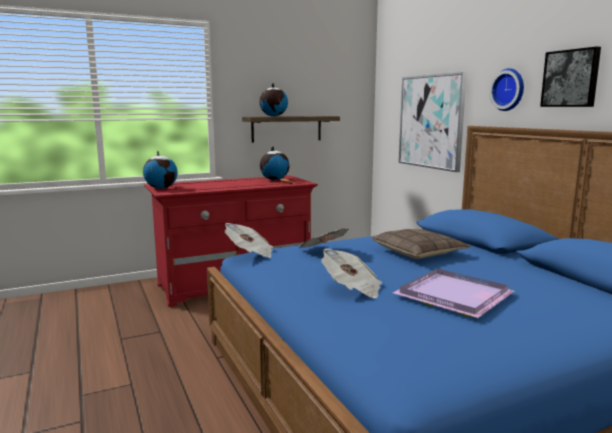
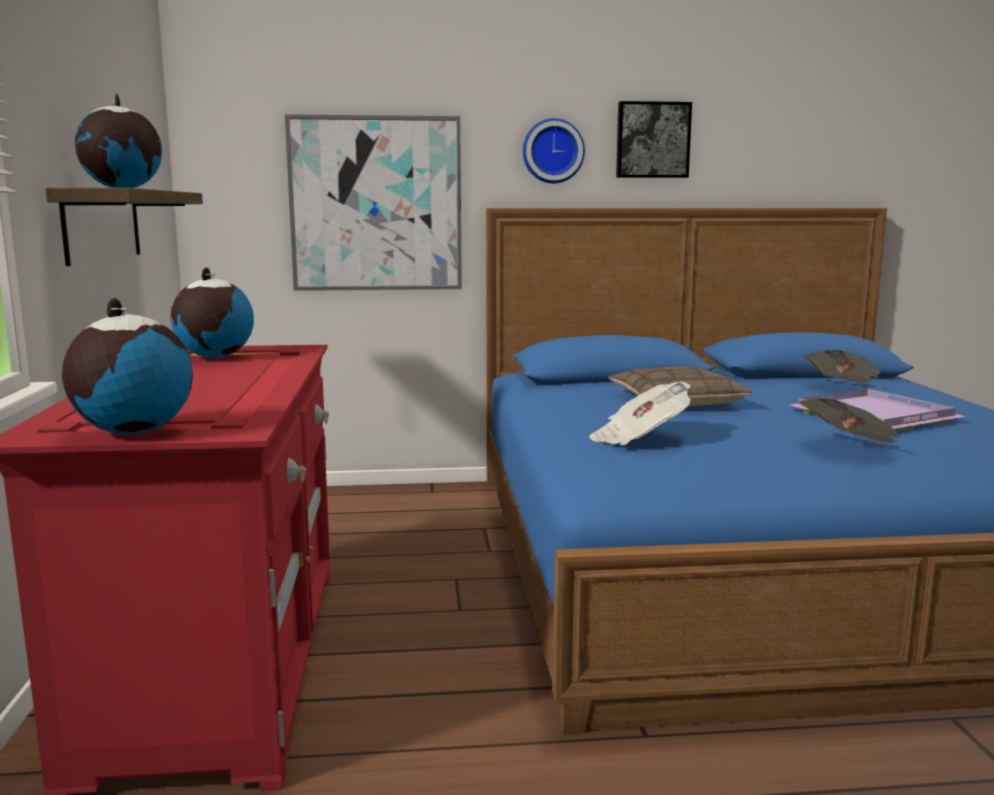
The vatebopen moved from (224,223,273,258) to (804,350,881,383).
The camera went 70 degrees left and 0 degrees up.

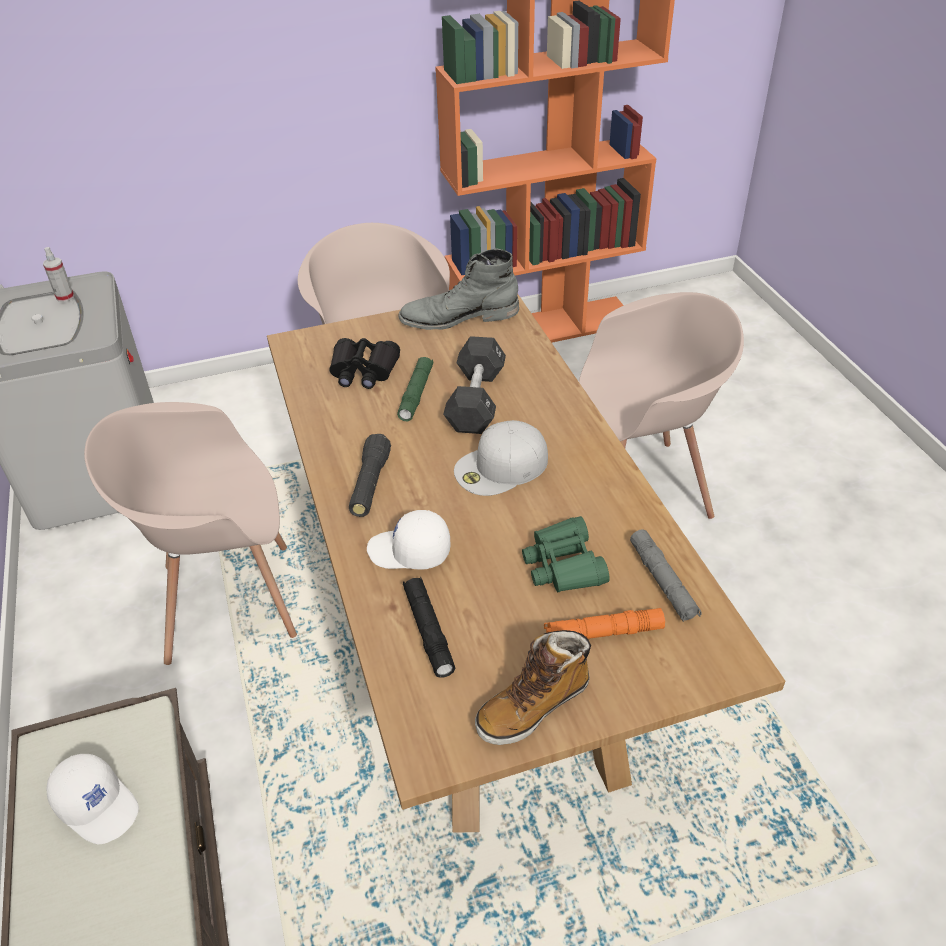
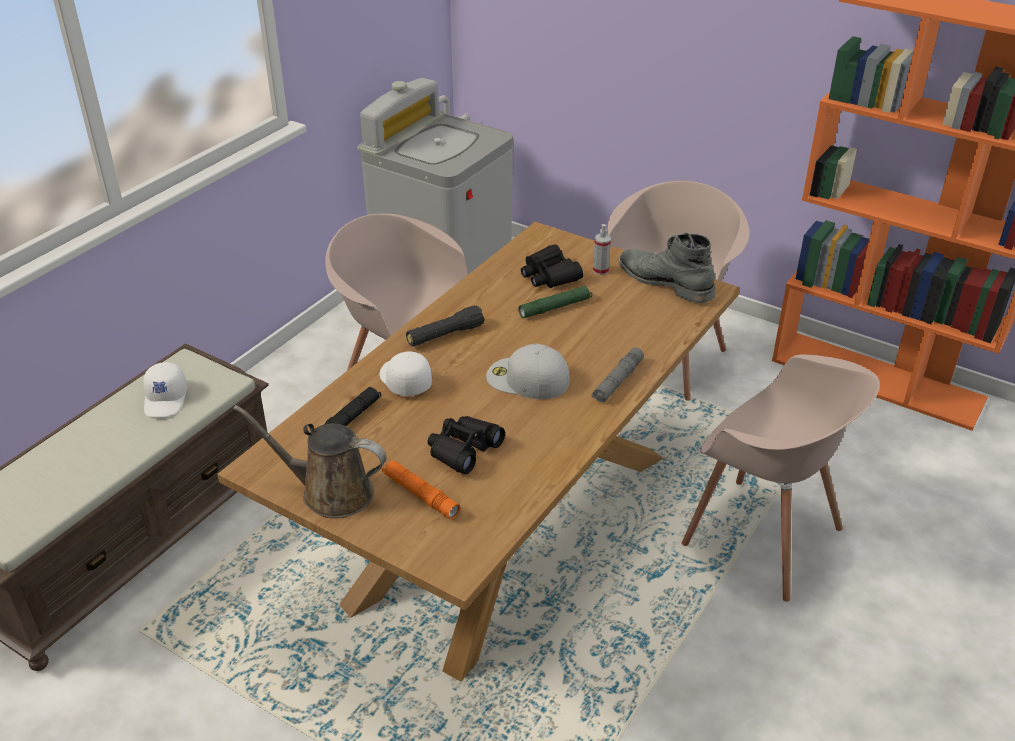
The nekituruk at (475,630,591,745) was replaced by the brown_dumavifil at (233,405,387,518).
The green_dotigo at (522,516,610,592) became the black_dotigo at (428,416,505,474).
The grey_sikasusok moved from (630,529,701,622) to (592,347,644,402).
The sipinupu moved from (43,247,74,302) to (593,224,611,275).
The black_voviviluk at (443,336,506,434) disappeared.
The camera went 50 degrees right and 5 degrees down.

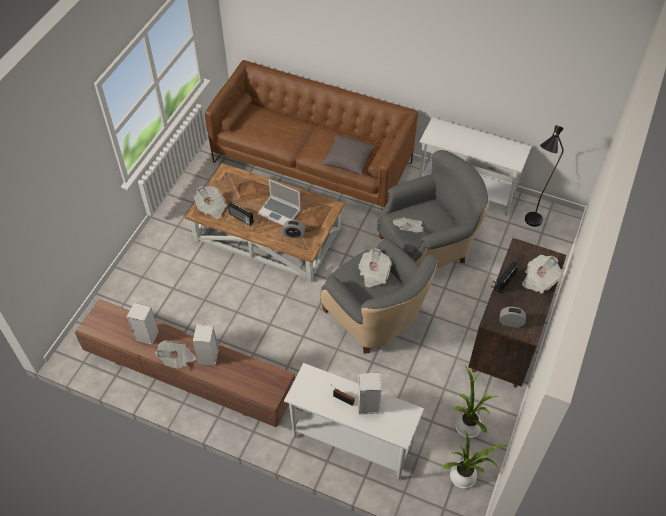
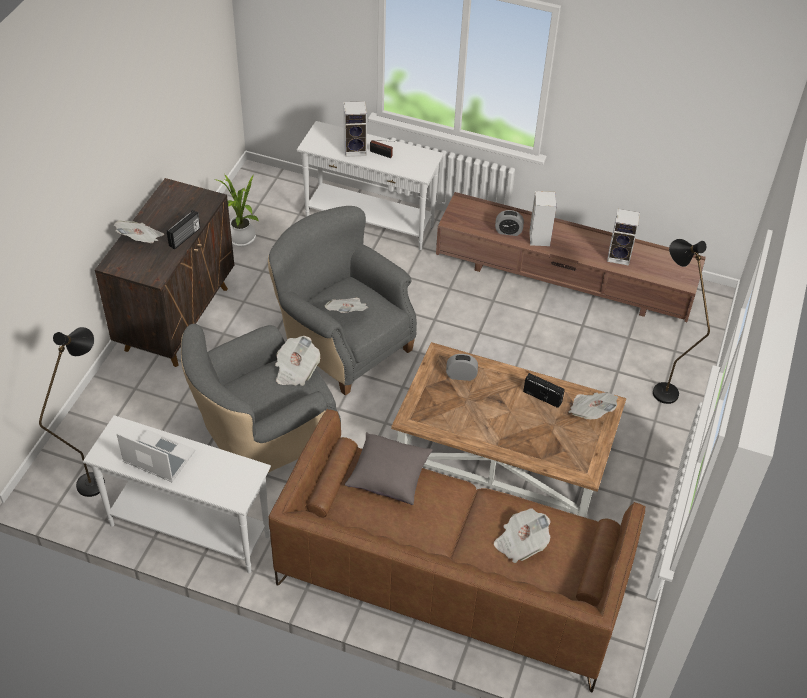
The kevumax moved from (257,179,301,226) to (117,429,196,482).
The vatebopen moved from (155,340,196,369) to (494,508,551,563).
The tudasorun moved from (500,307,526,328) to (495,210,524,236).
The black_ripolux at (653,239,710,404) appeared.
The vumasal at (442,431,507,489) disappeared.
The camera went 175 degrees right and 5 degrees down.

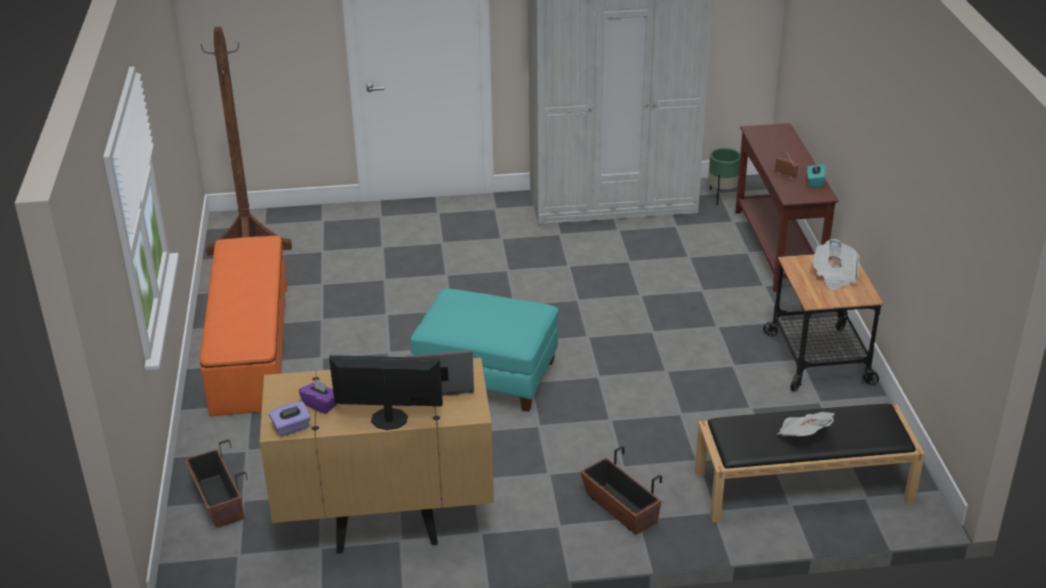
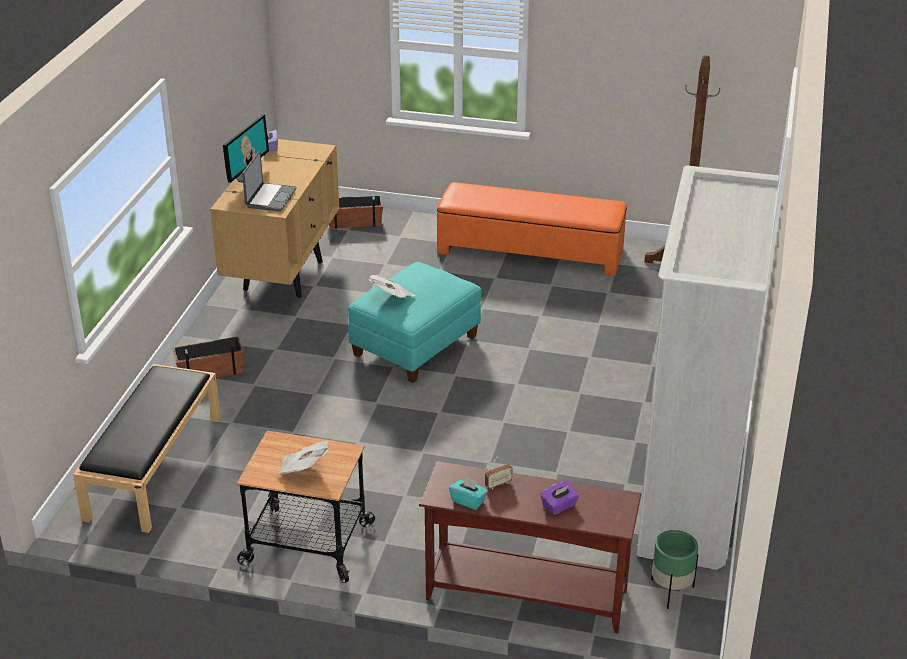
The vatebopen moved from (777,412,835,436) to (369,275,415,298).
The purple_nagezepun moved from (299,378,337,414) to (540,481,579,515).
The camera went 110 degrees right and 0 degrees up.

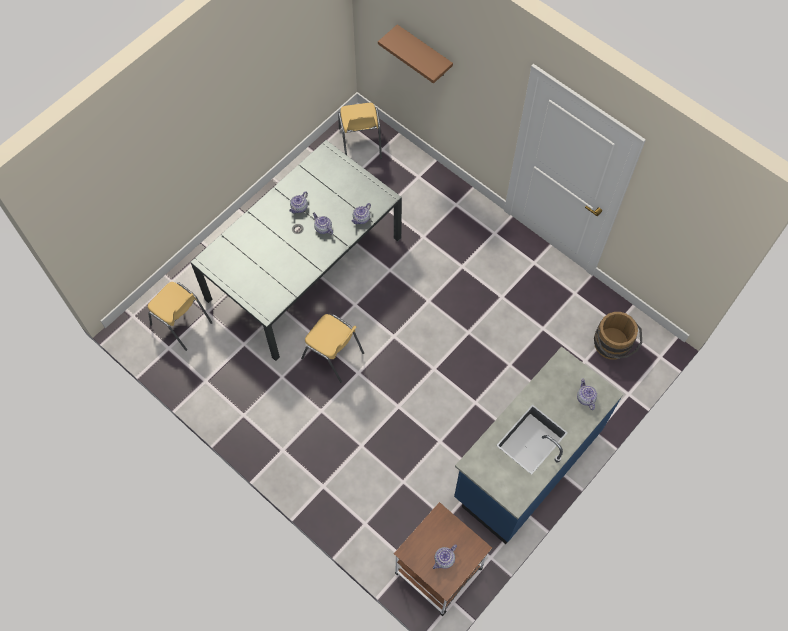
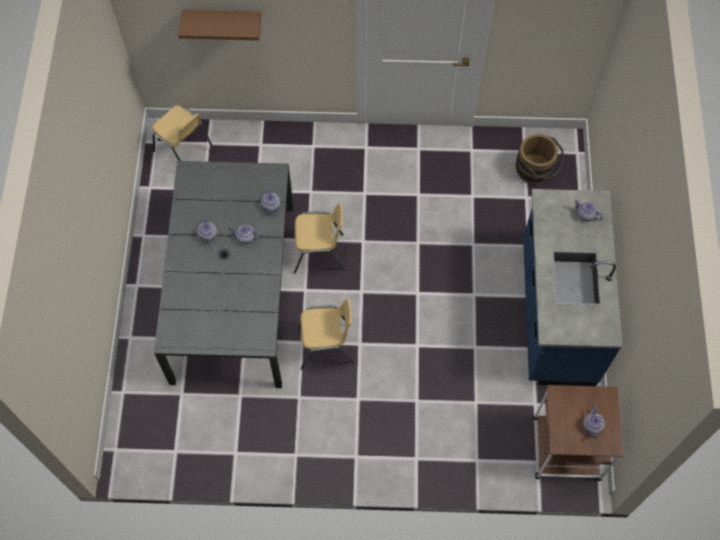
The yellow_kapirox moved from (148,282,213,351) to (293,203,345,274).
The camera went 40 degrees left and 0 degrees up.

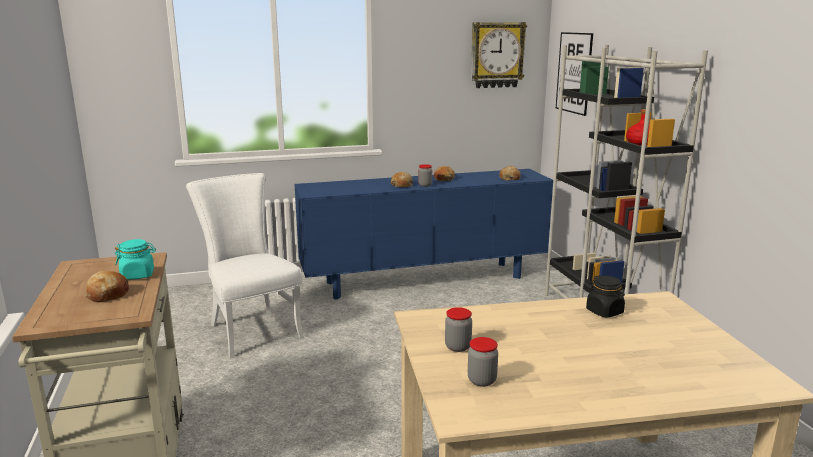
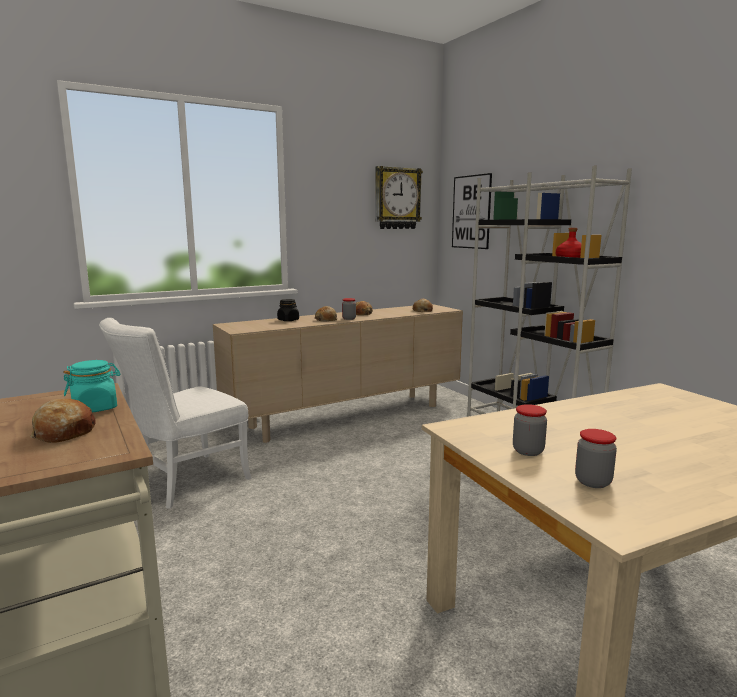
The white_kapirox at (186,173,304,358) turned 90 degrees counterclockwise.
The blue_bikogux at (295,169,553,299) became the beige_bikogux at (213,304,463,443).
The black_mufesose moved from (586,275,625,318) to (277,299,299,321).
The camera went 15 degrees left and 5 degrees down.

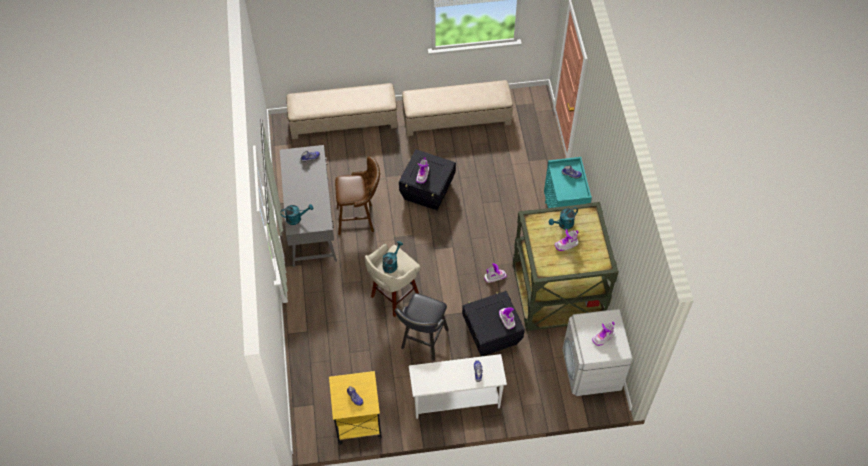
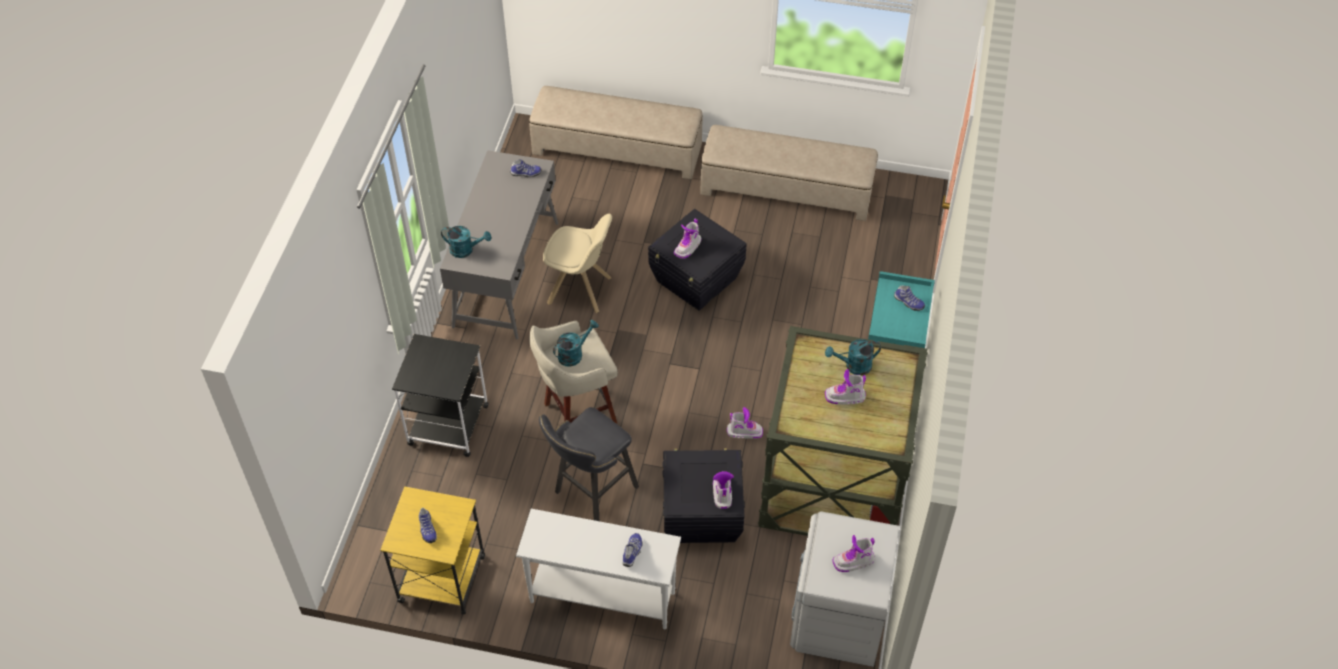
The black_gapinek at (392,334,488,457) appeared.
The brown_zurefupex at (335,156,380,235) was replaced by the beige_kapirox at (543,214,612,313).
The camera went 20 degrees right and 5 degrees down.

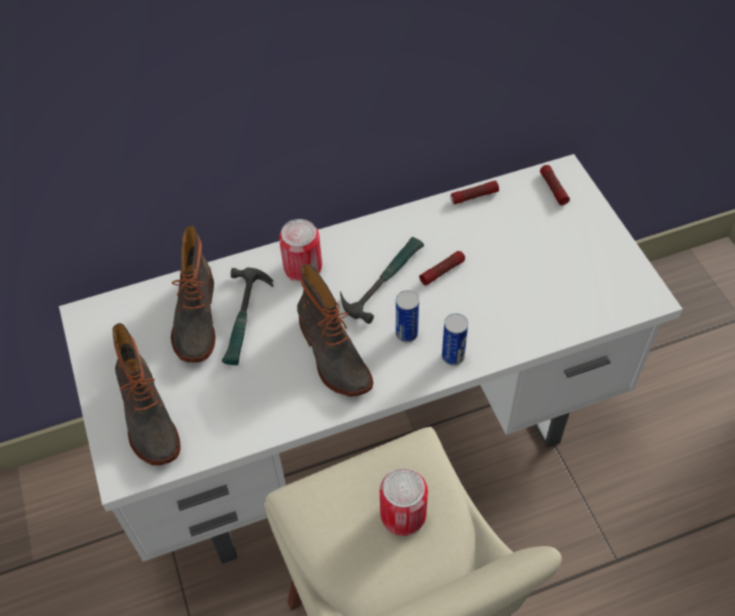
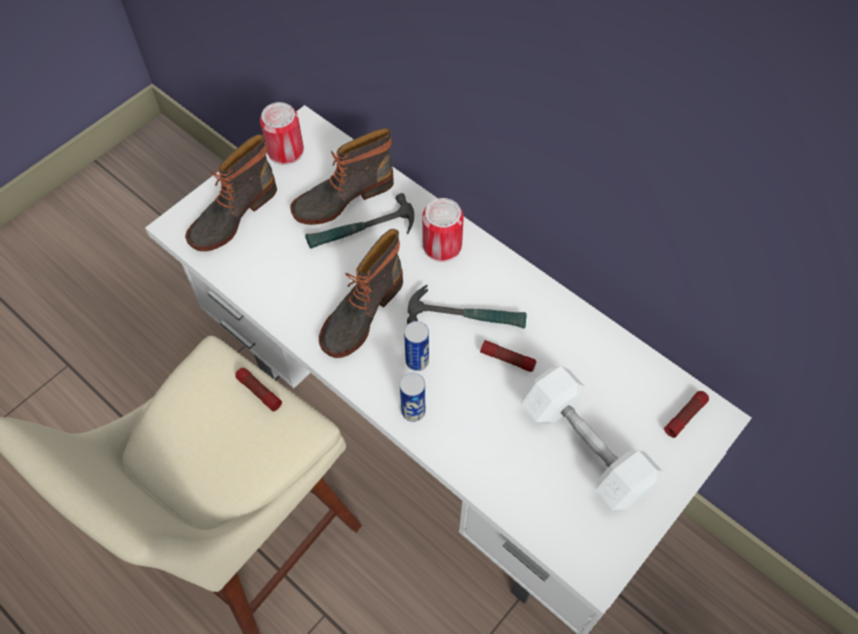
The sikasusok moved from (450,180,499,204) to (235,368,282,411).
The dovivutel moved from (380,468,428,536) to (260,102,304,165).
The white_voviviluk at (521,366,662,510) appeared.
The camera went 60 degrees right and 5 degrees up.

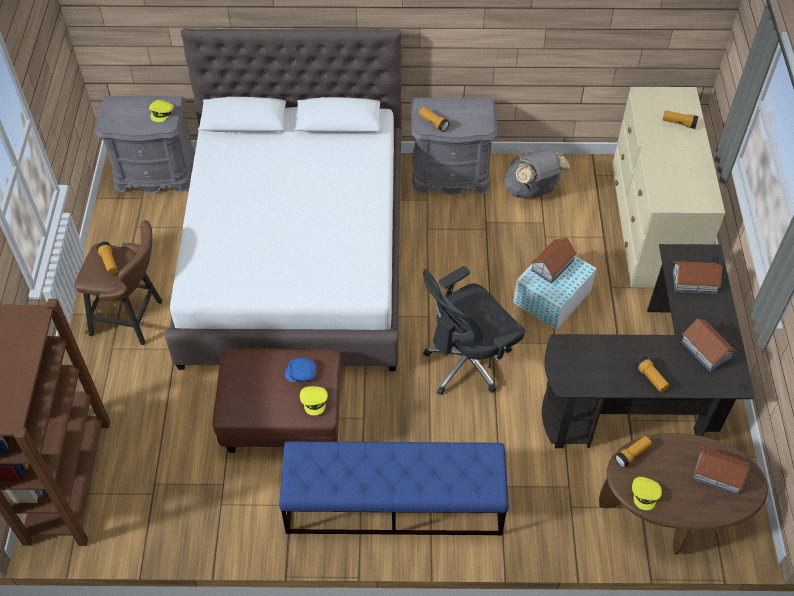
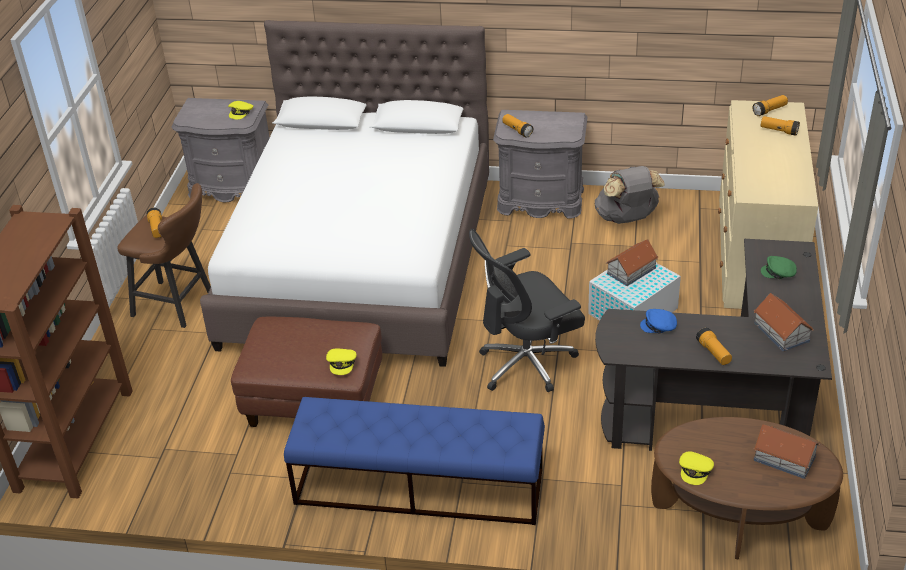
The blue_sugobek moved from (285,358,316,383) to (640,309,677,334).
The sikasusok moved from (614,436,652,468) to (753,95,788,116).
The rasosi at (673,261,723,294) was replaced by the green_sugobek at (761,256,797,279).
The camera went 10 degrees right and 15 degrees down.

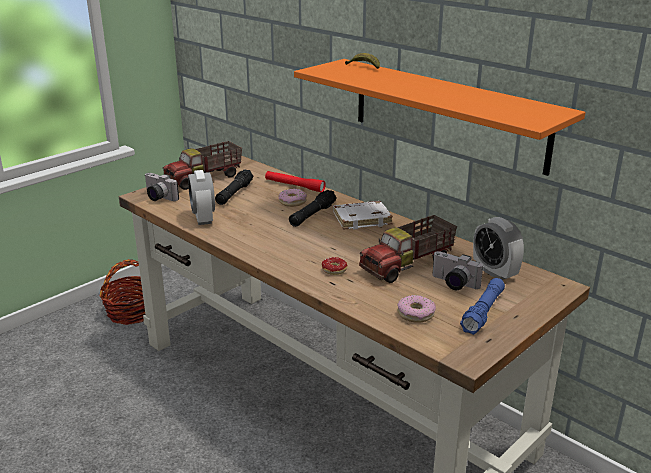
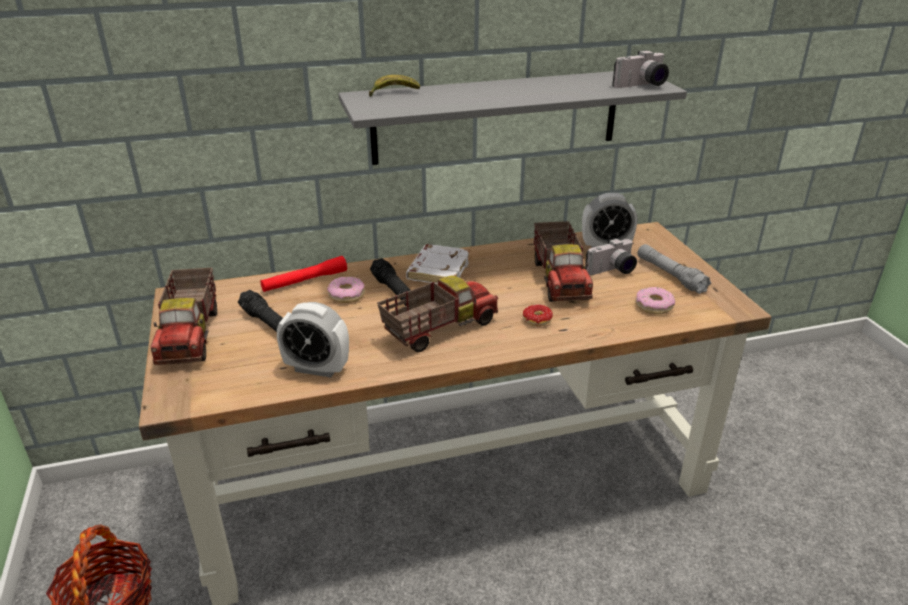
The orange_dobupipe at (294,59,585,176) became the grey_dobupipe at (338,71,687,165).
The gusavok at (377,275,498,352) appeared.
The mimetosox moved from (145,173,179,201) to (612,50,669,88).
The blue_sikasusok at (460,278,505,335) became the grey_sikasusok at (637,244,711,294).
The camera went 60 degrees left and 5 degrees up.

